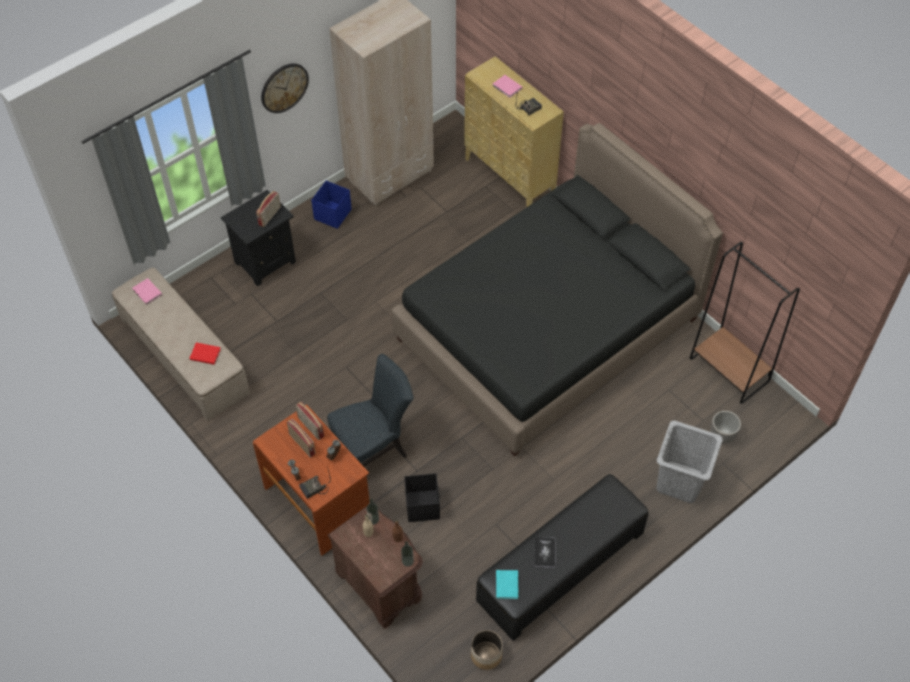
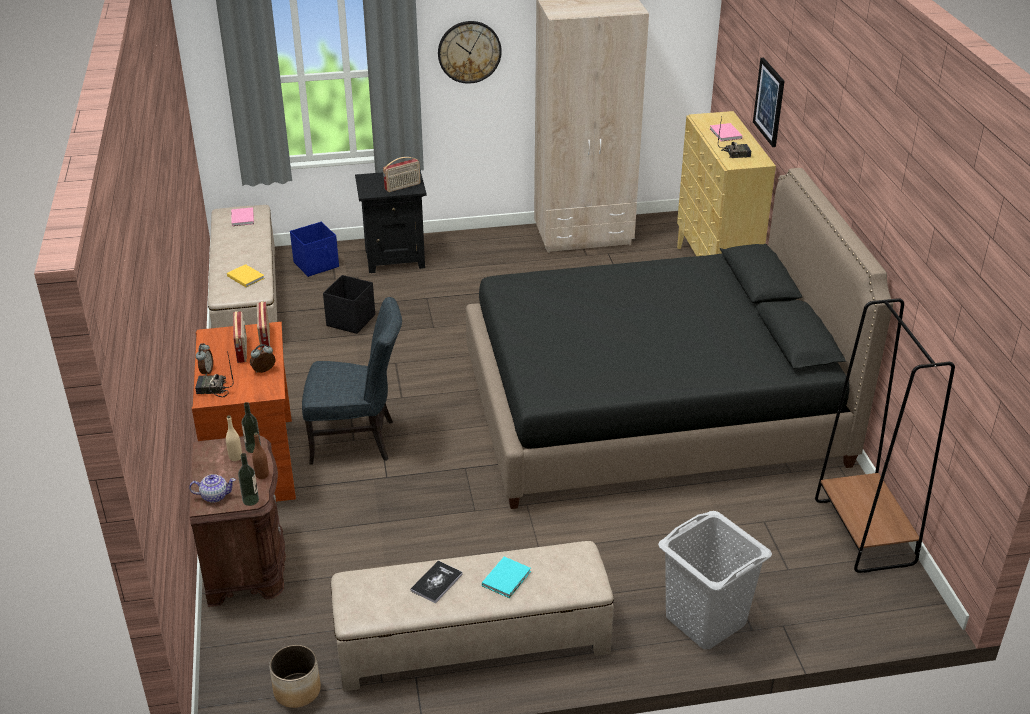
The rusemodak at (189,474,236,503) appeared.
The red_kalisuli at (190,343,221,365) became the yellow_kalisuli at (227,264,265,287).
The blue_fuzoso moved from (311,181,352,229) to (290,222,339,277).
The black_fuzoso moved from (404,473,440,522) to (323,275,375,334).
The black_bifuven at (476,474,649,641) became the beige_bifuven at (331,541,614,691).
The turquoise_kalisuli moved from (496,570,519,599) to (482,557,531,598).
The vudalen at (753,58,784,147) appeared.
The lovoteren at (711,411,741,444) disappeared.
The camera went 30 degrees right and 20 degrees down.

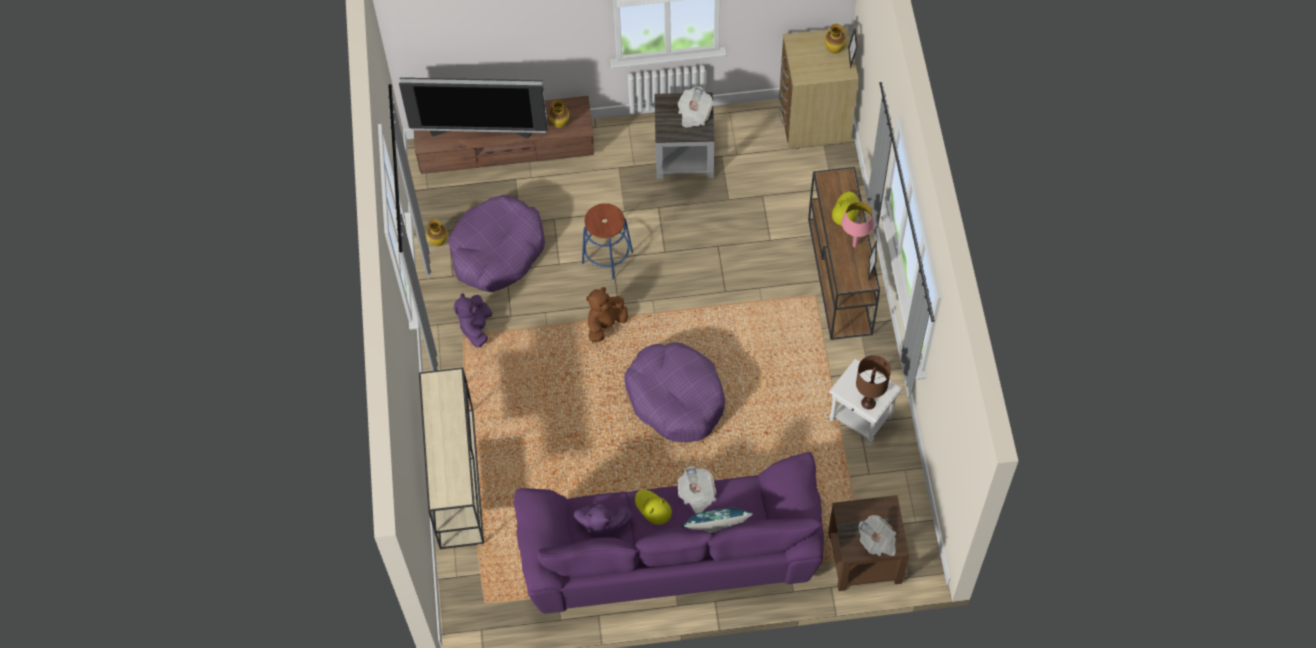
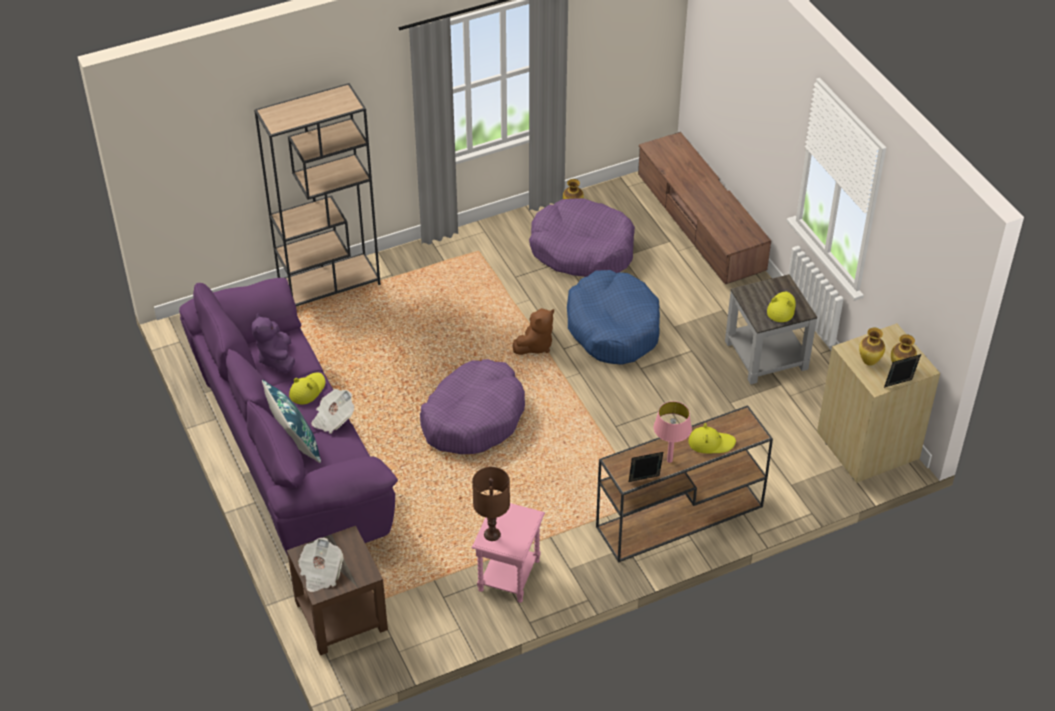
The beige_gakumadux at (419,367,484,549) was replaced by the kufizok at (254,83,381,306).
The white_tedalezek at (829,358,903,446) became the pink_tedalezek at (472,503,545,603).
The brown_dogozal at (586,287,628,342) turned 105 degrees clockwise.
The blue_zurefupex at (582,203,633,280) was replaced by the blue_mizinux at (567,270,660,365).
The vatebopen at (677,86,713,128) was replaced by the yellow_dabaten at (767,292,796,322).
The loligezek moved from (548,100,569,128) to (859,328,885,366).
The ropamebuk at (399,78,548,138) disappeared.
The purple_dogozal at (454,293,492,347) disappeared.
The camera went 70 degrees right and 15 degrees down.

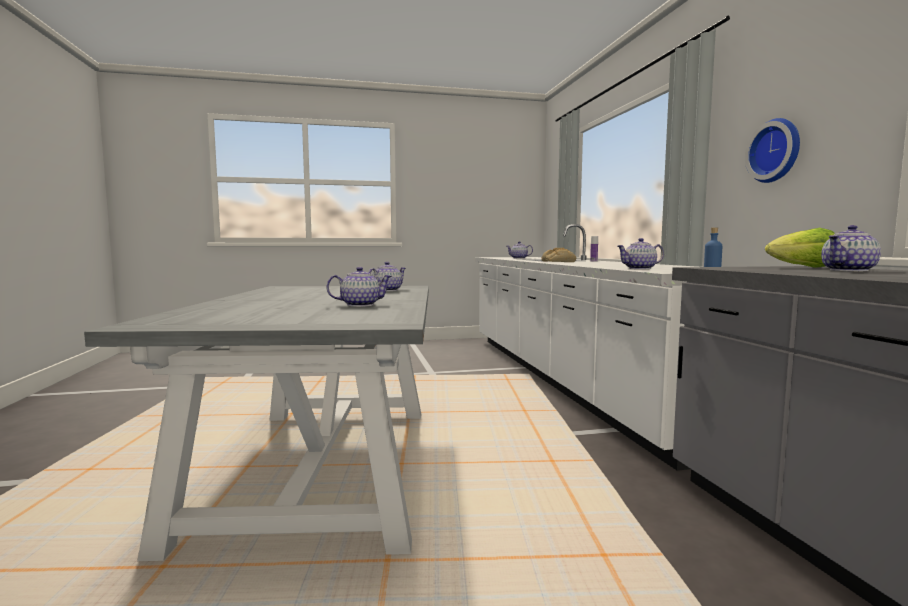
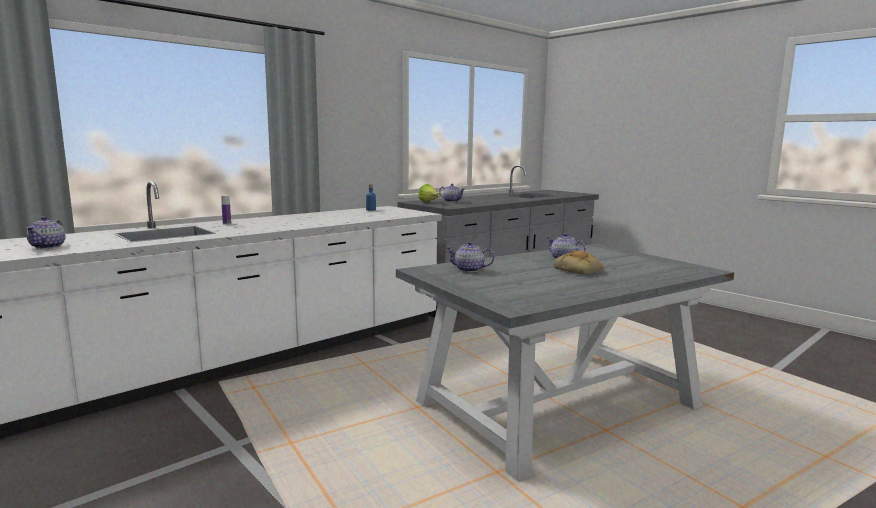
The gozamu moved from (541,248,576,262) to (554,251,604,275).
The rusemodak at (617,238,664,269) disappeared.
The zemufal at (745,118,800,183) disappeared.
The camera went 120 degrees left and 5 degrees up.

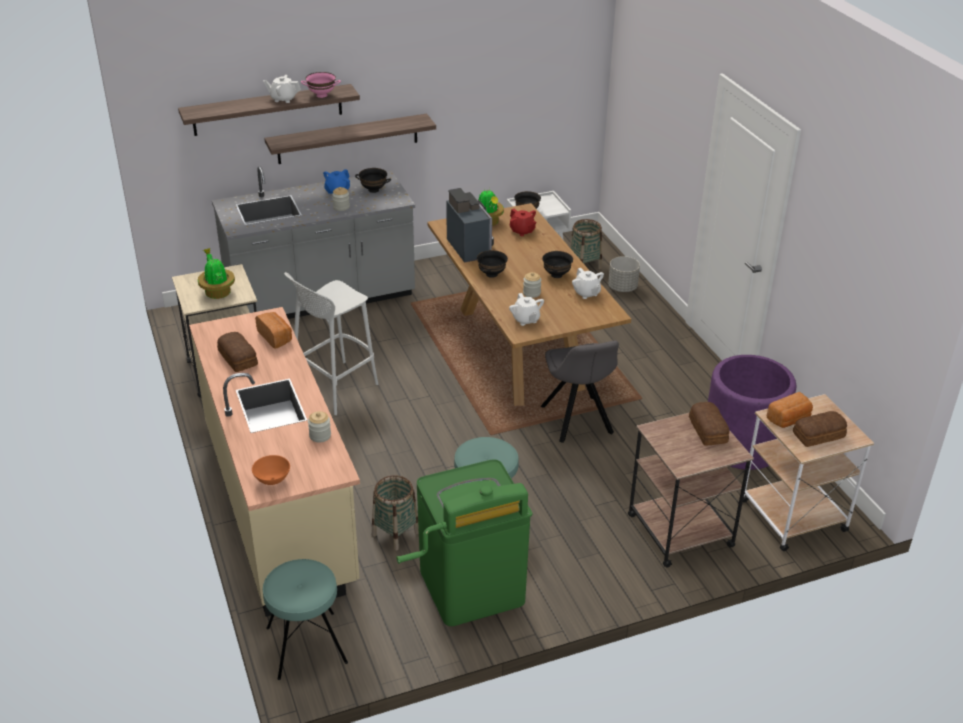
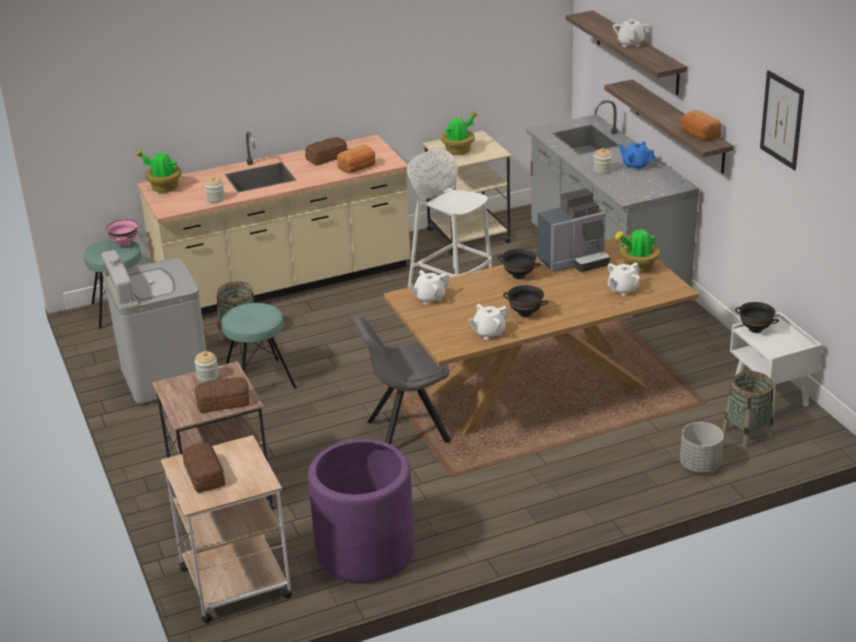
The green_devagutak at (397,459,533,626) became the grey_devagutak at (102,250,206,404).
The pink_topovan moved from (301,72,341,98) to (106,220,138,247).
The orange_topovan at (252,455,290,485) was replaced by the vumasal at (135,150,182,193).
The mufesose moved from (523,272,541,298) to (195,351,219,382).
The red_rusemodak at (510,209,536,236) became the white_rusemodak at (608,262,640,296).
The gozamu moved from (767,392,813,428) to (681,110,722,141).
The vudalen at (760,70,804,170) appeared.
The black_topovan at (355,168,391,193) disappeared.
The camera went 90 degrees right and 5 degrees down.

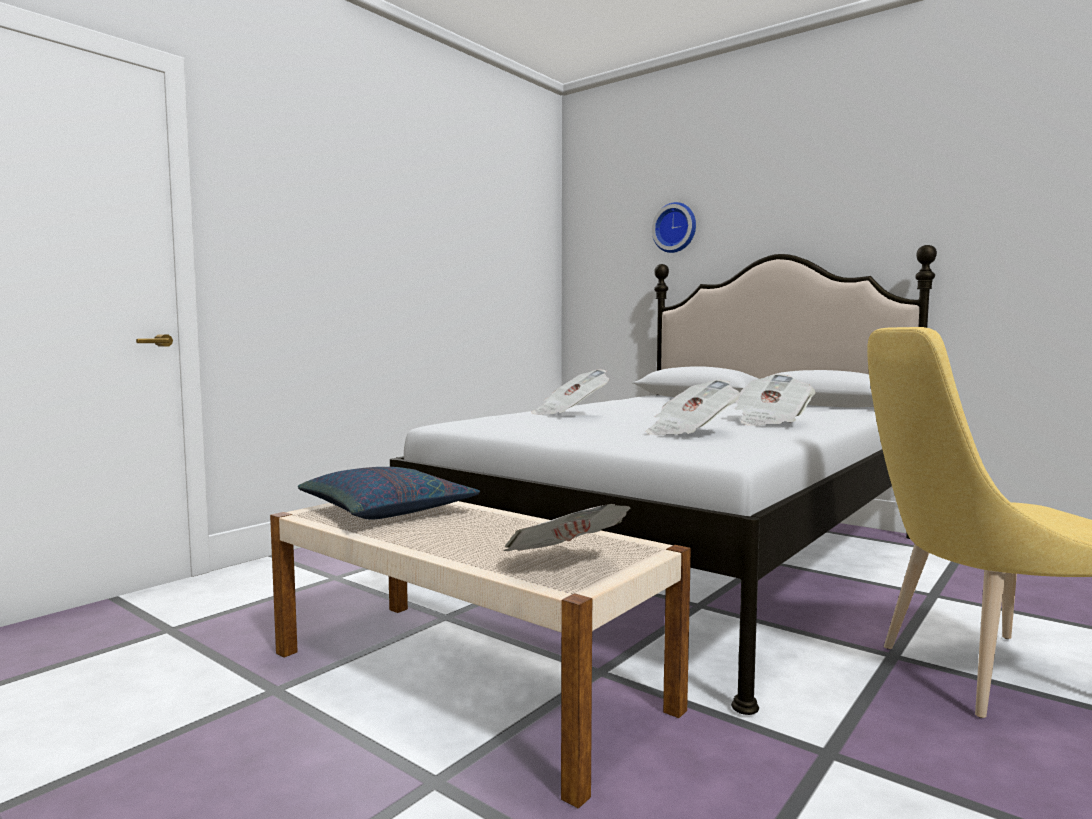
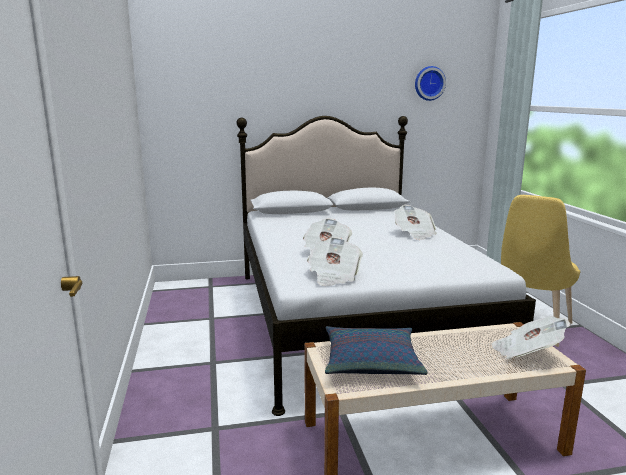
The vatebopen moved from (646,380,740,435) to (307,237,363,286).
The zemufal moved from (652,202,696,253) to (415,66,446,101).
The camera went 50 degrees left and 10 degrees up.

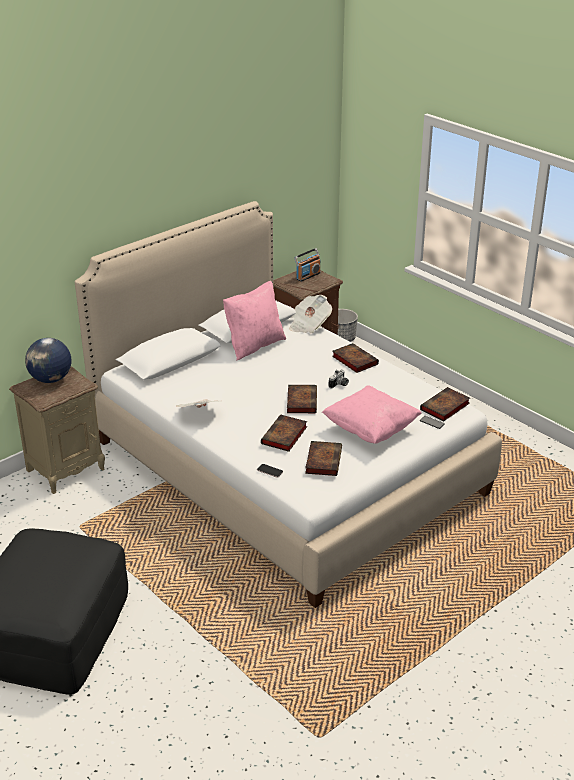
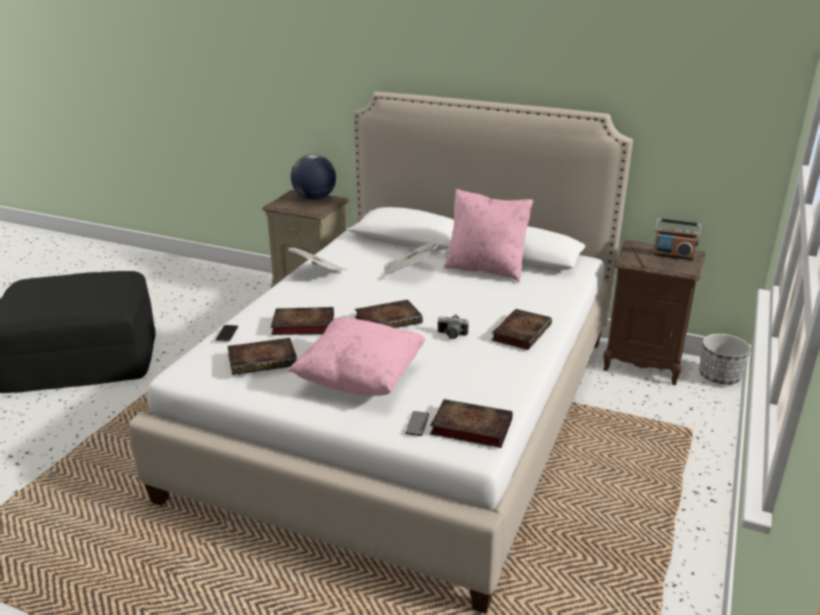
The vatebopen moved from (289,295,332,333) to (384,241,438,275).
The camera went 65 degrees right and 5 degrees down.

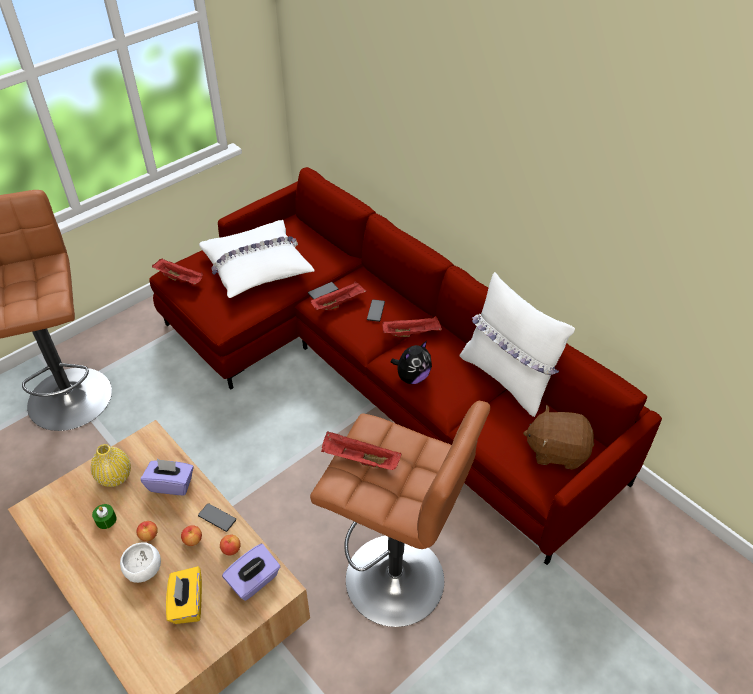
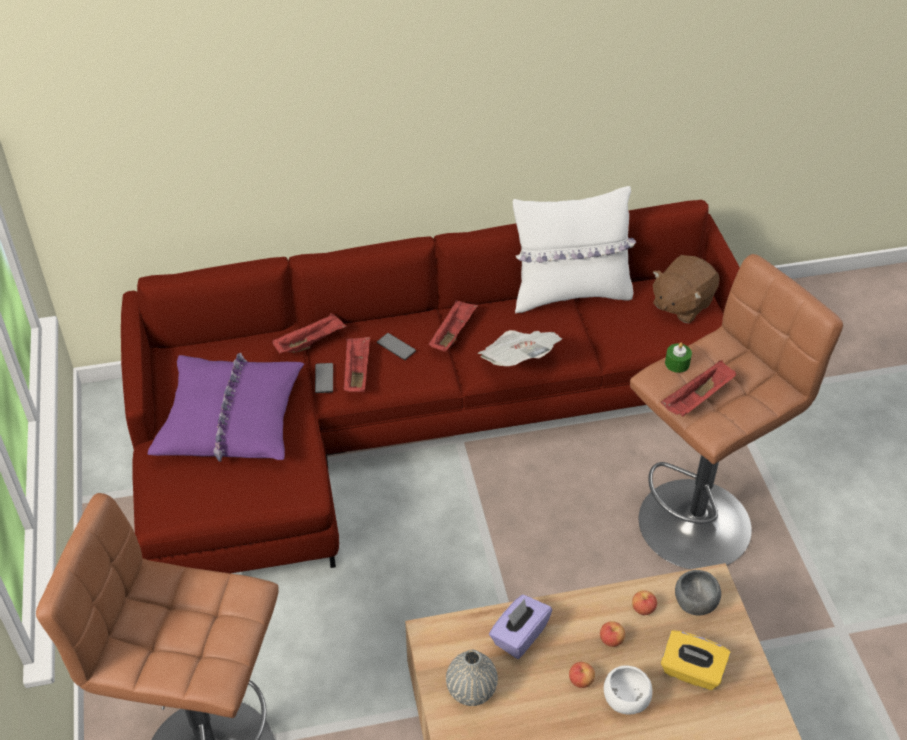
The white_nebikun at (199,220,315,298) became the purple_nebikun at (147,353,304,462).
The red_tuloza moved from (152,259,203,285) to (272,313,347,354).
The yellow_loligezek at (91,444,131,487) became the grey_loligezek at (446,650,498,706).
The dogozal at (391,341,432,384) was replaced by the vatebopen at (478,330,562,366).
The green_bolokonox moved from (92,504,117,529) to (665,343,692,373).
The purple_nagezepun at (222,544,280,601) was replaced by the grey_topovan at (675,570,721,615).
The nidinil at (198,503,236,532) disappeared.
The camera went 60 degrees left and 0 degrees up.

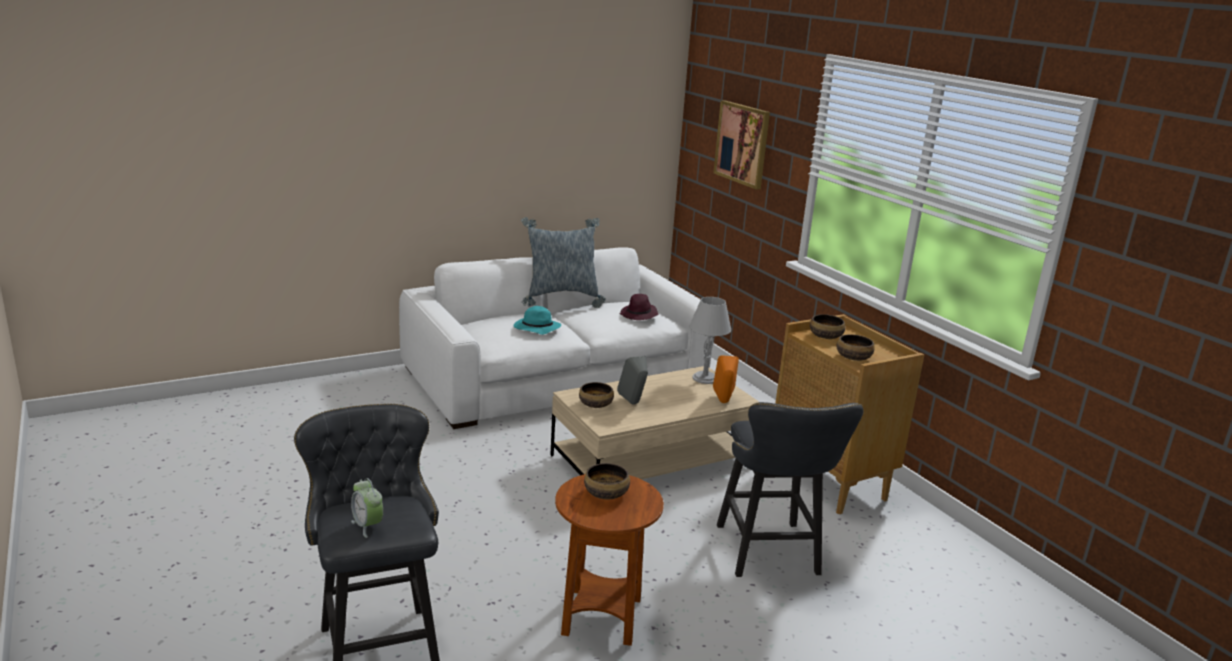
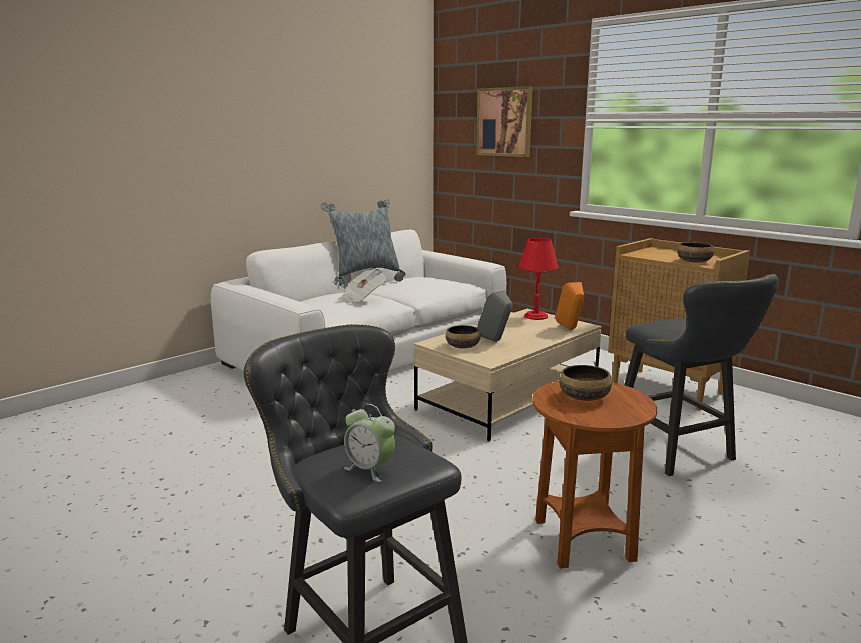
The turquoise_dabaten at (514,306,561,335) was replaced by the vatebopen at (337,268,386,303).
The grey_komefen at (689,297,731,384) became the red_komefen at (519,238,558,320).
The purple_dabaten at (620,294,659,320) disappeared.
The topovan at (810,314,845,339) disappeared.
The camera went 15 degrees left and 5 degrees down.

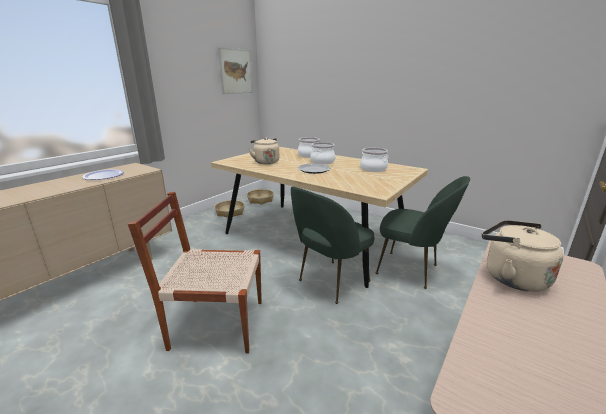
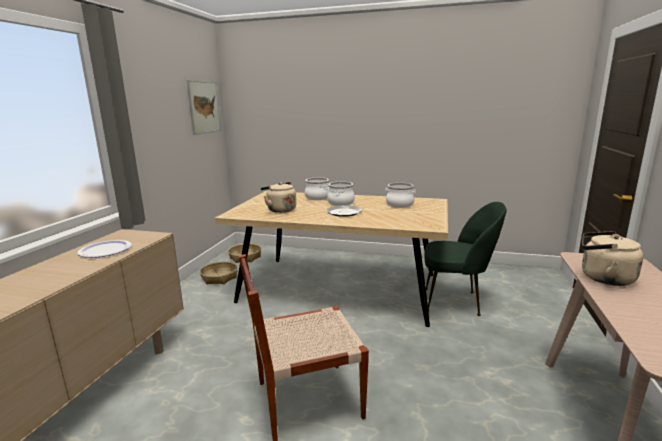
The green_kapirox at (291,186,374,304) disappeared.
The camera went 20 degrees left and 5 degrees down.

